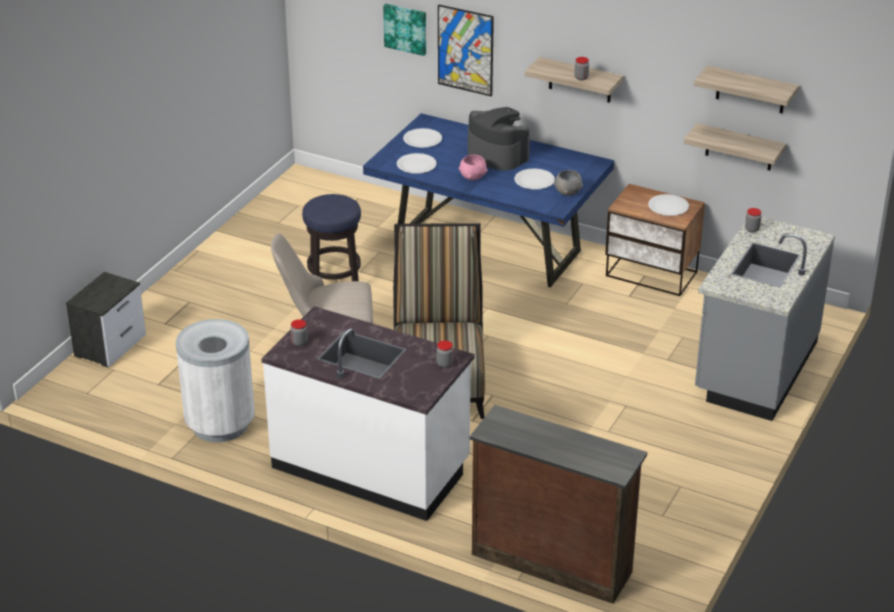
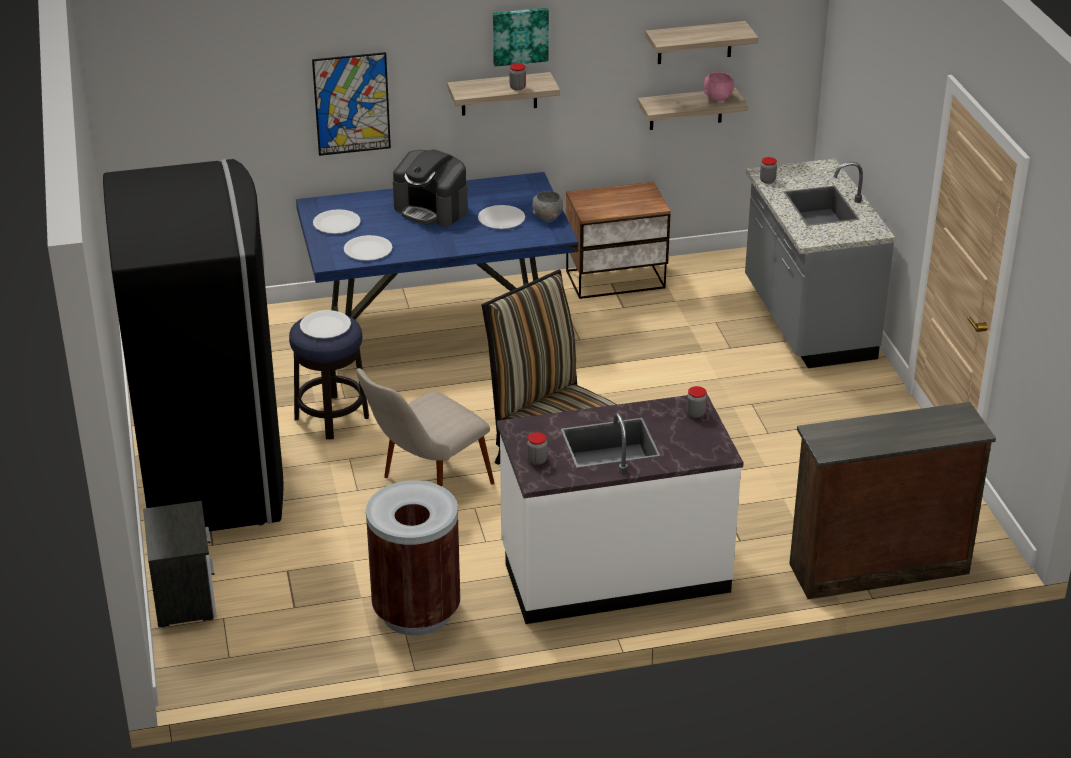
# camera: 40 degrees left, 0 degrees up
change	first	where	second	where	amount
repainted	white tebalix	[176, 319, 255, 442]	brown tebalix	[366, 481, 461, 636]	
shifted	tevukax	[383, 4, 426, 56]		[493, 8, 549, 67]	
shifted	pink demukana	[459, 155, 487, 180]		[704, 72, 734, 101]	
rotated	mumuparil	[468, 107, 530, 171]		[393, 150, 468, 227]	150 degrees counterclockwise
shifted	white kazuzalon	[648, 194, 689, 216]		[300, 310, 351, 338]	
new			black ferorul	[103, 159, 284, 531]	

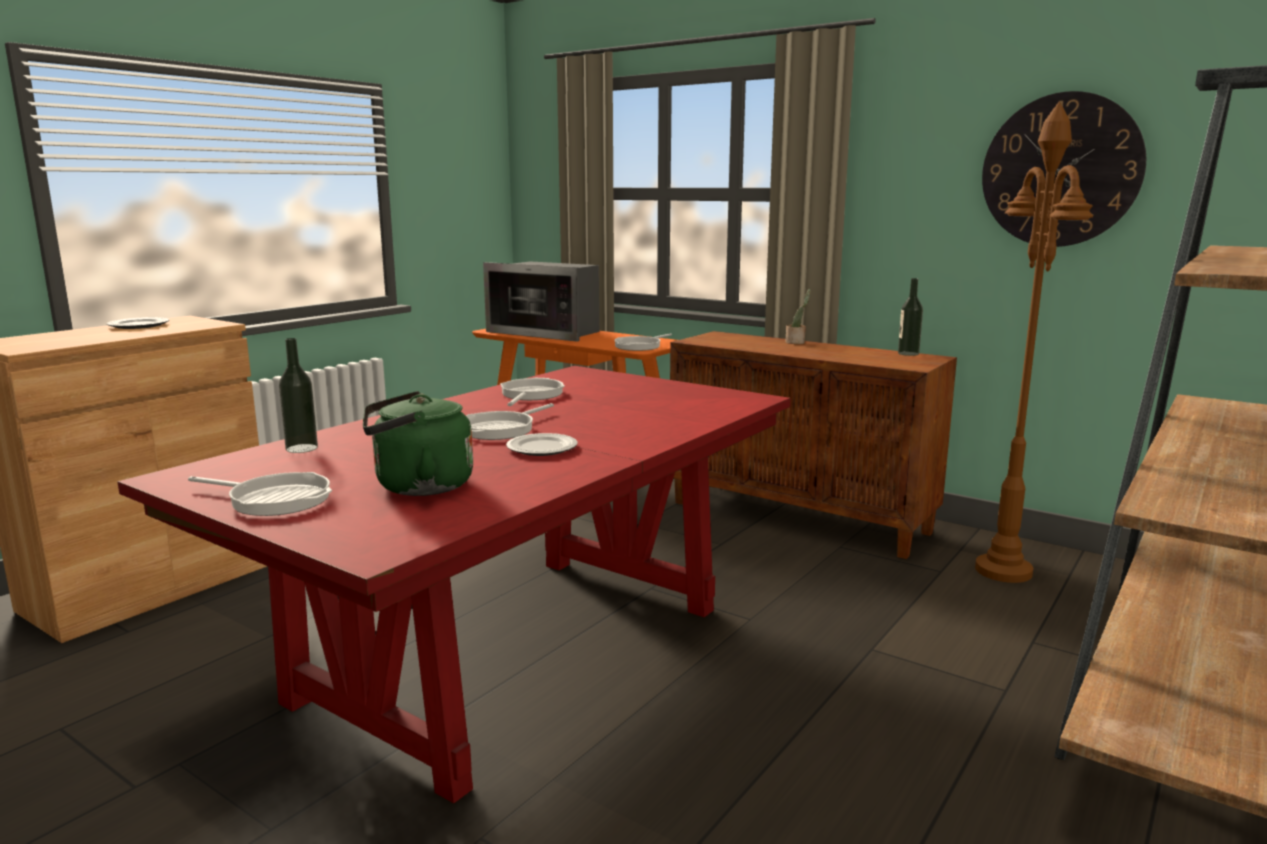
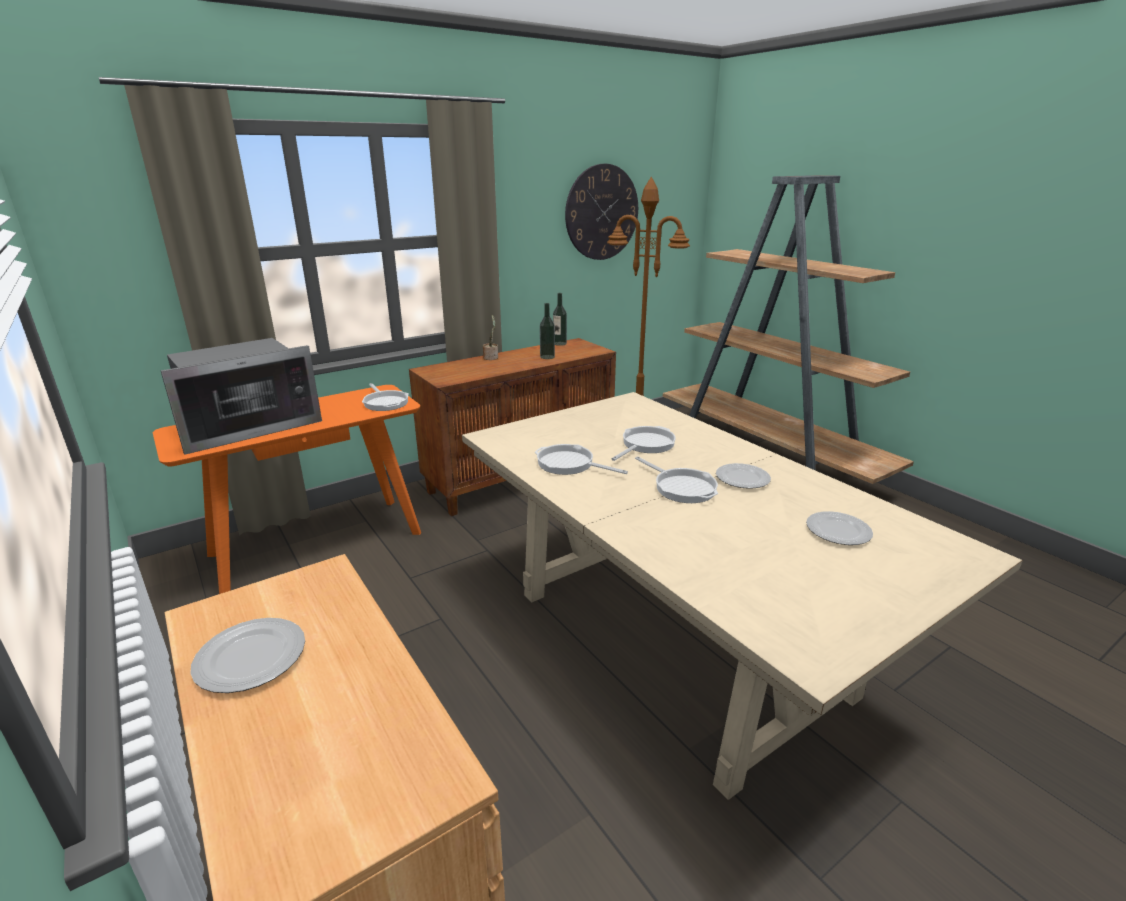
# camera: 70 degrees left, 10 degrees up
change	first	where	second	where	amount
repainted	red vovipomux	[117, 366, 790, 803]	beige vovipomux	[462, 392, 1023, 800]	
shifted	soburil	[188, 472, 332, 516]		[611, 426, 676, 461]	
shifted	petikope	[279, 338, 318, 453]		[540, 303, 555, 359]	
swapped	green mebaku	[363, 391, 473, 496]	kazuzalon	[806, 511, 873, 545]	

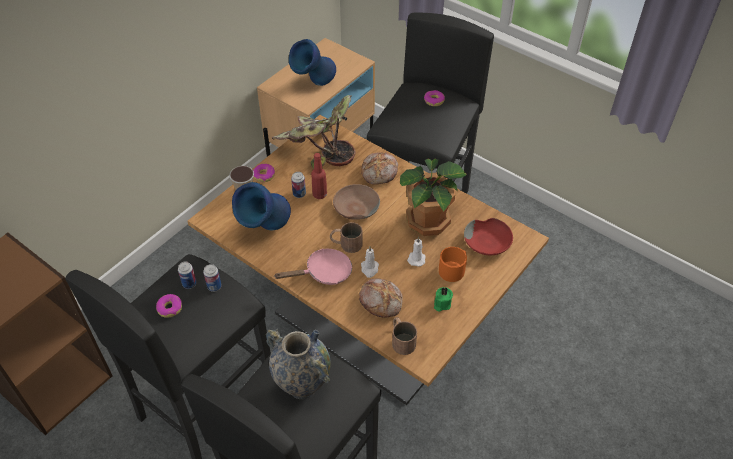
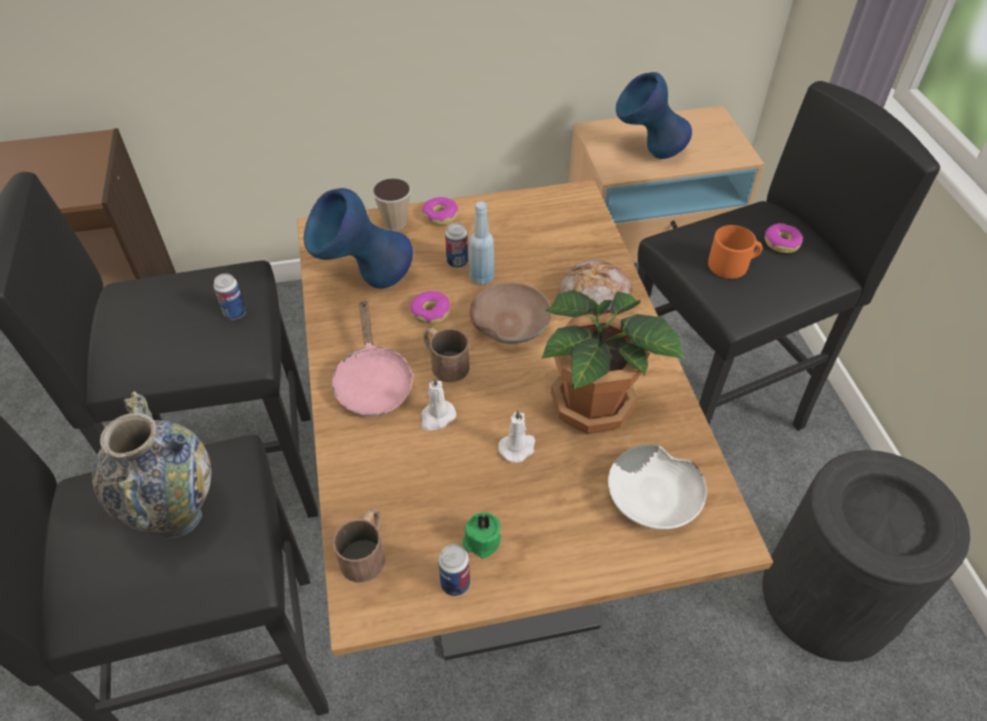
# camera: 40 degrees right, 0 degrees up
change	first	where	second	where	amount
shifted	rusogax	[156, 294, 182, 318]		[410, 291, 450, 324]	
shifted	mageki	[178, 262, 197, 289]		[438, 544, 470, 596]	
gone	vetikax	[272, 95, 356, 168]			
rotated	pink soburil	[275, 248, 352, 285]		[331, 300, 414, 416]	60 degrees clockwise
repainted	red petikope	[311, 153, 327, 199]	blue petikope	[469, 201, 494, 285]	
gone	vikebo	[359, 279, 403, 317]			
shifted	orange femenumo	[439, 247, 467, 282]		[708, 225, 763, 279]	
repainted	red demukana	[464, 218, 513, 255]	white demukana	[608, 444, 707, 530]	
new			black tebalix	[763, 450, 970, 662]	

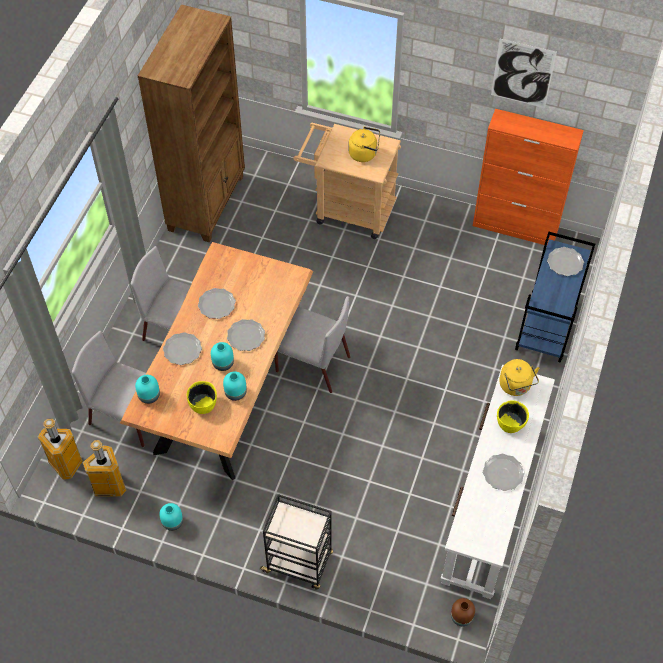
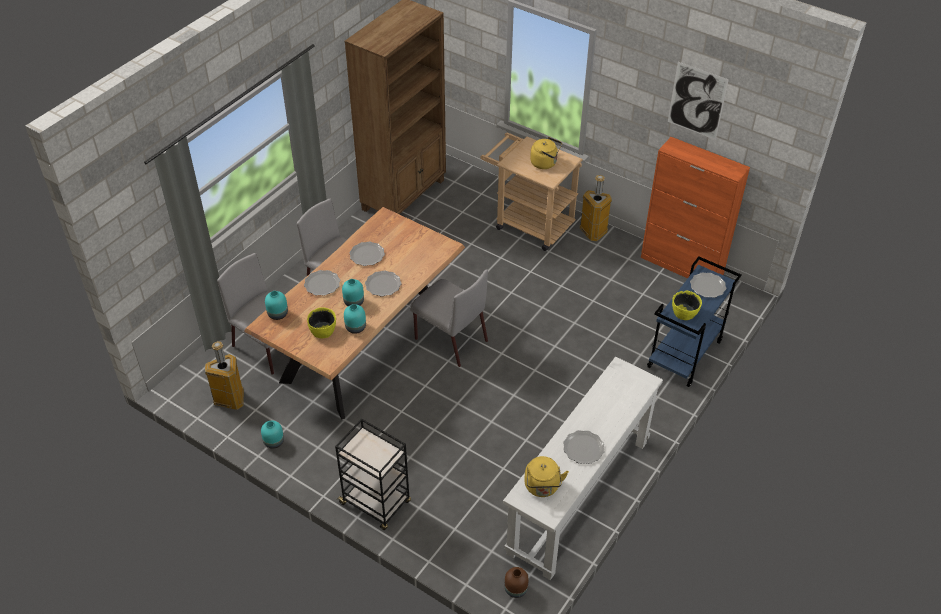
# camera: 15 degrees right, 10 degrees down
change	first	where	second	where	amount
shifted	tebalix	[38, 418, 83, 480]		[580, 175, 612, 241]	
shifted	yellow demukana	[497, 400, 529, 433]		[672, 291, 702, 320]	
shifted	yellow mebaku	[499, 359, 539, 396]		[524, 456, 569, 497]	

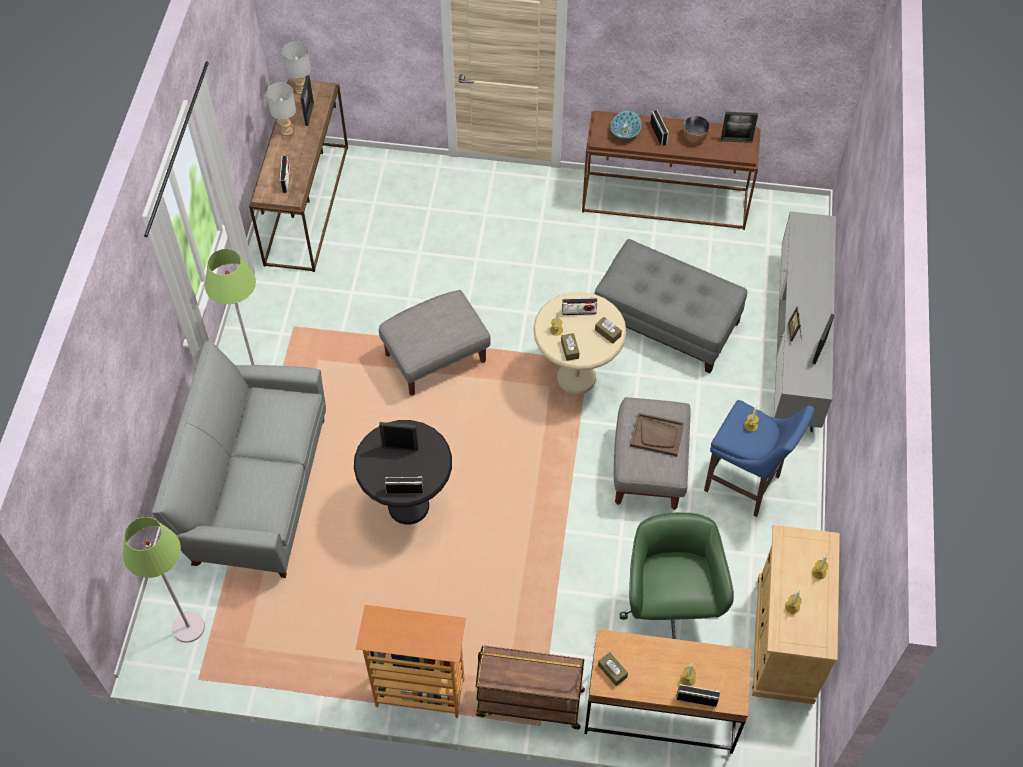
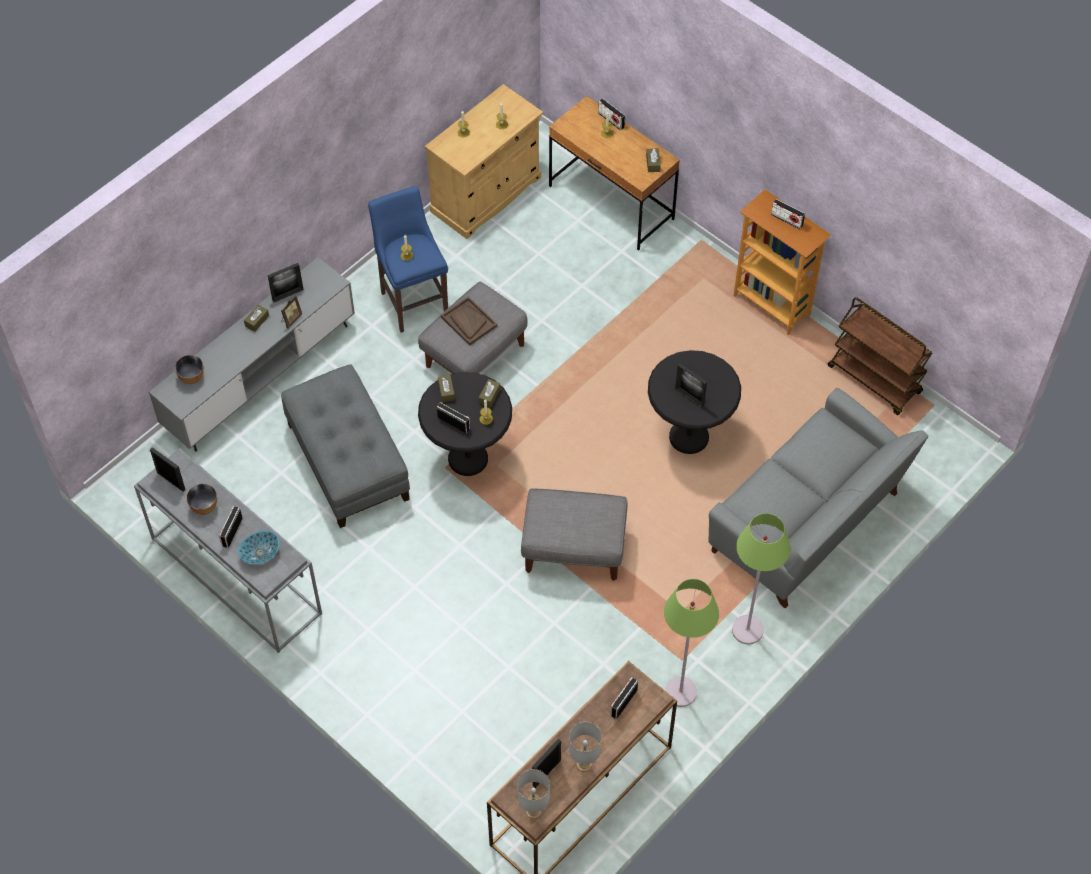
# camera: 145 degrees left, 0 degrees up
change	first	where	second	where	amount
shifted	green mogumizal	[123, 517, 205, 643]		[664, 579, 719, 707]	
shifted	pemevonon	[385, 476, 423, 494]		[771, 199, 805, 229]	
shifted	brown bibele	[476, 645, 585, 729]		[828, 297, 932, 415]	
repainted	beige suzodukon	[534, 292, 626, 394]	black suzodukon	[418, 372, 512, 476]	
repainted	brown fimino	[582, 111, 761, 230]	grey fimino	[134, 448, 322, 653]	
gone	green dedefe	[620, 512, 734, 639]			
new			demukana	[175, 355, 204, 384]	
new			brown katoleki	[244, 305, 269, 332]	

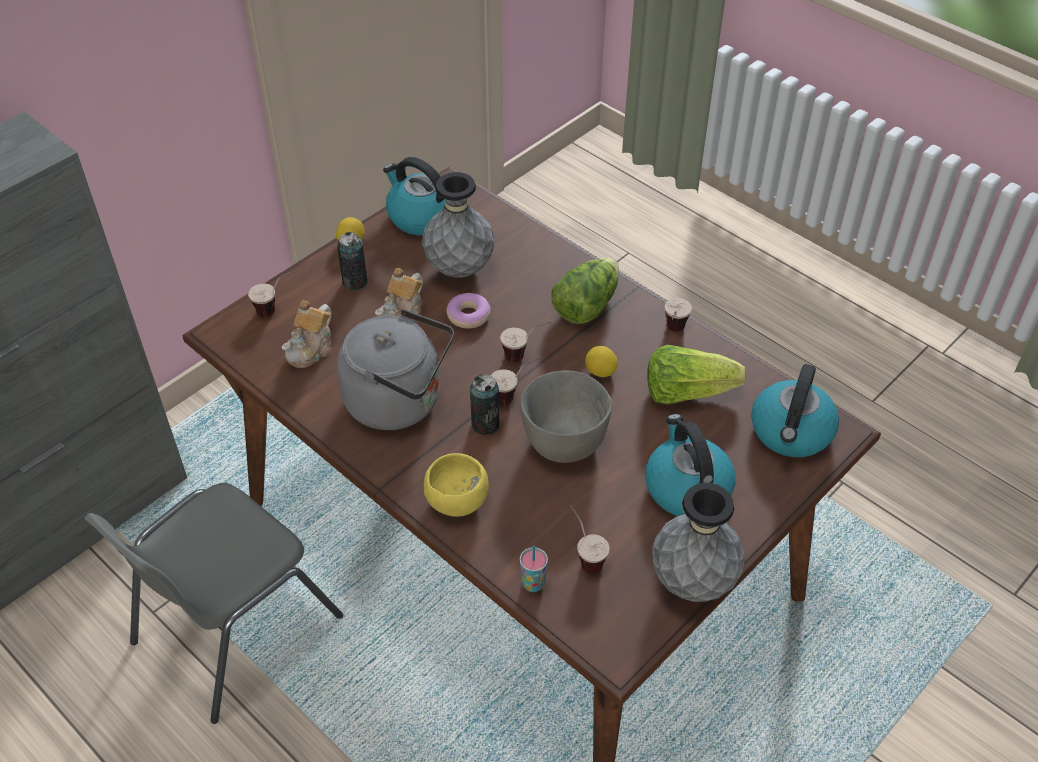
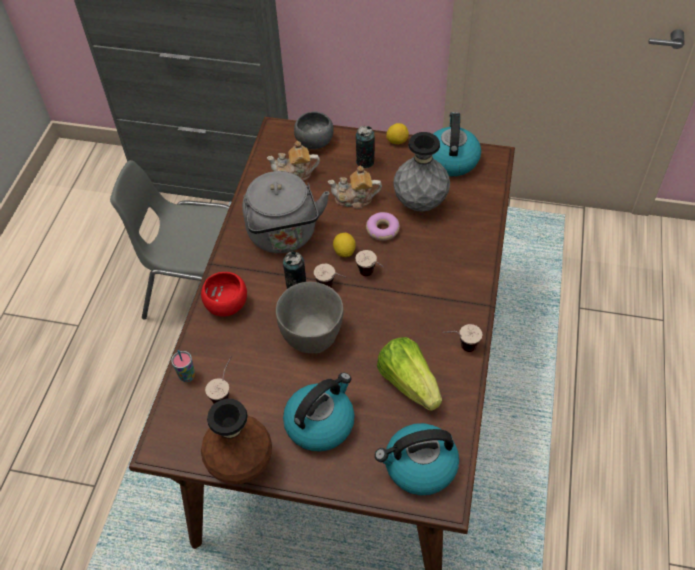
# camera: 60 degrees right, 5 degrees up
change	first	where	second	where	amount
swapped	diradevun	[248, 270, 294, 317]	grey demukana	[294, 111, 334, 149]	
repainted	yellow demukana	[424, 453, 489, 517]	red demukana	[201, 272, 247, 317]	
gone	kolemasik	[552, 257, 619, 324]			
shifted	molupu	[585, 346, 618, 377]		[333, 233, 356, 257]	
repainted	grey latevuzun	[652, 483, 745, 602]	brown latevuzun	[201, 399, 272, 484]	

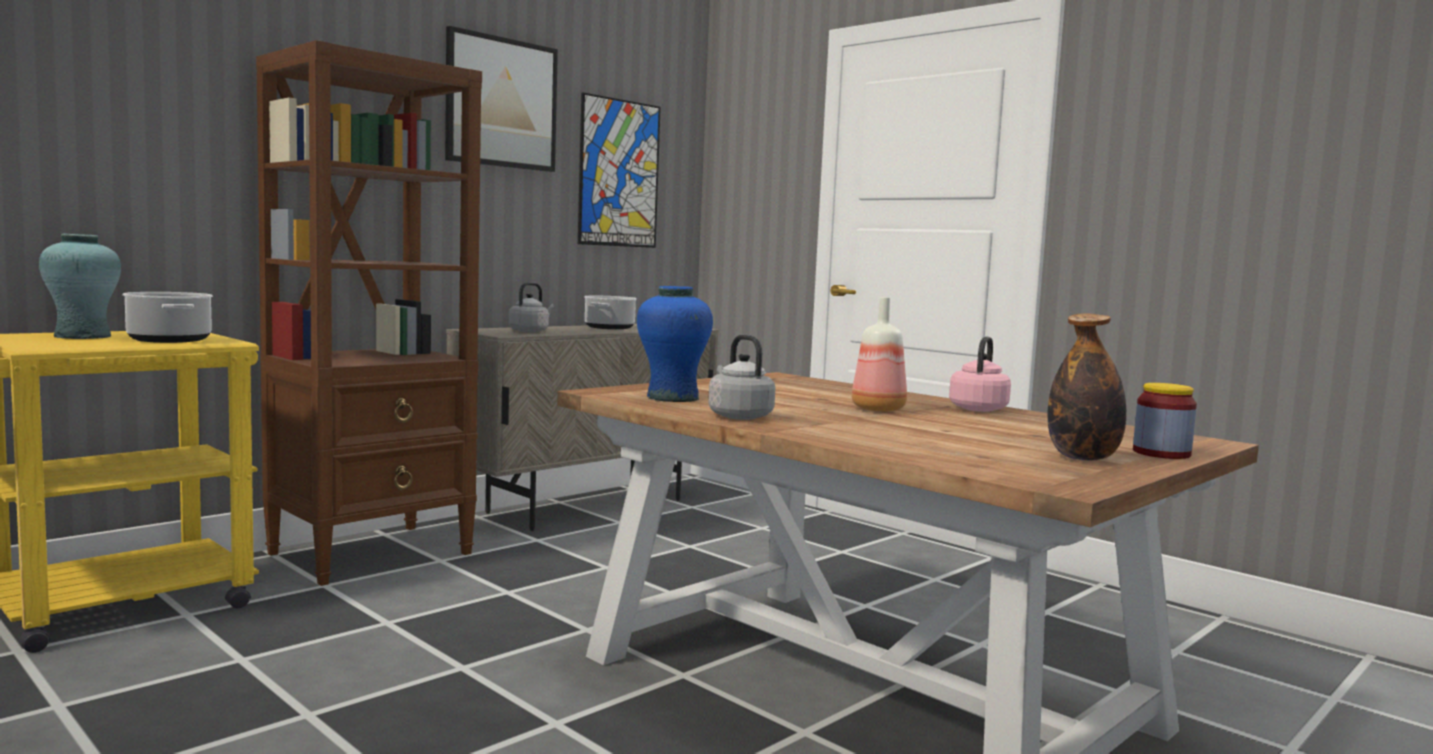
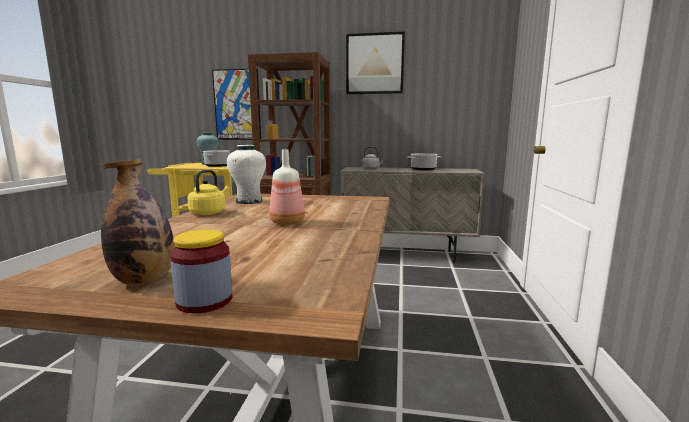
# camera: 55 degrees right, 5 degrees up
change	first	where	second	where	amount
shifted	tevukax	[578, 92, 661, 248]		[212, 68, 261, 140]	
repainted	blue latevuzun	[637, 286, 713, 402]	white latevuzun	[227, 145, 266, 204]	
repainted	grey mebaku	[708, 335, 775, 420]	yellow mebaku	[187, 170, 229, 215]	
gone	pink mebaku	[949, 337, 1011, 412]			

